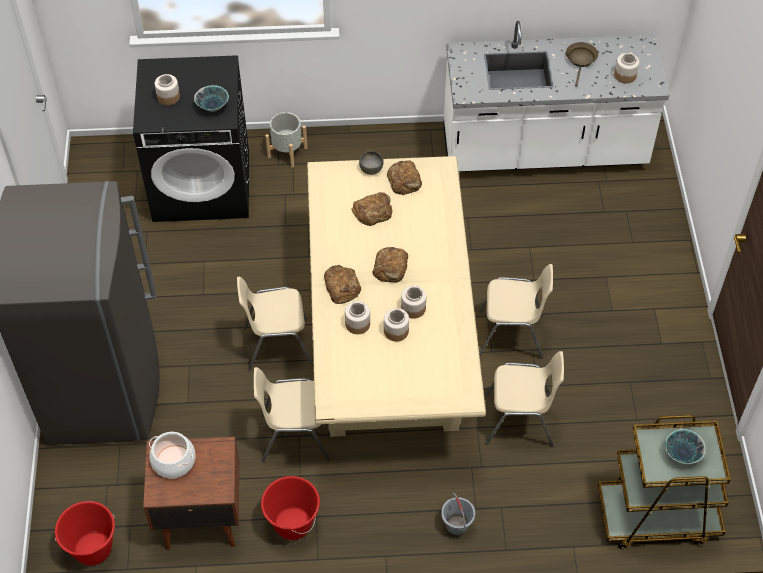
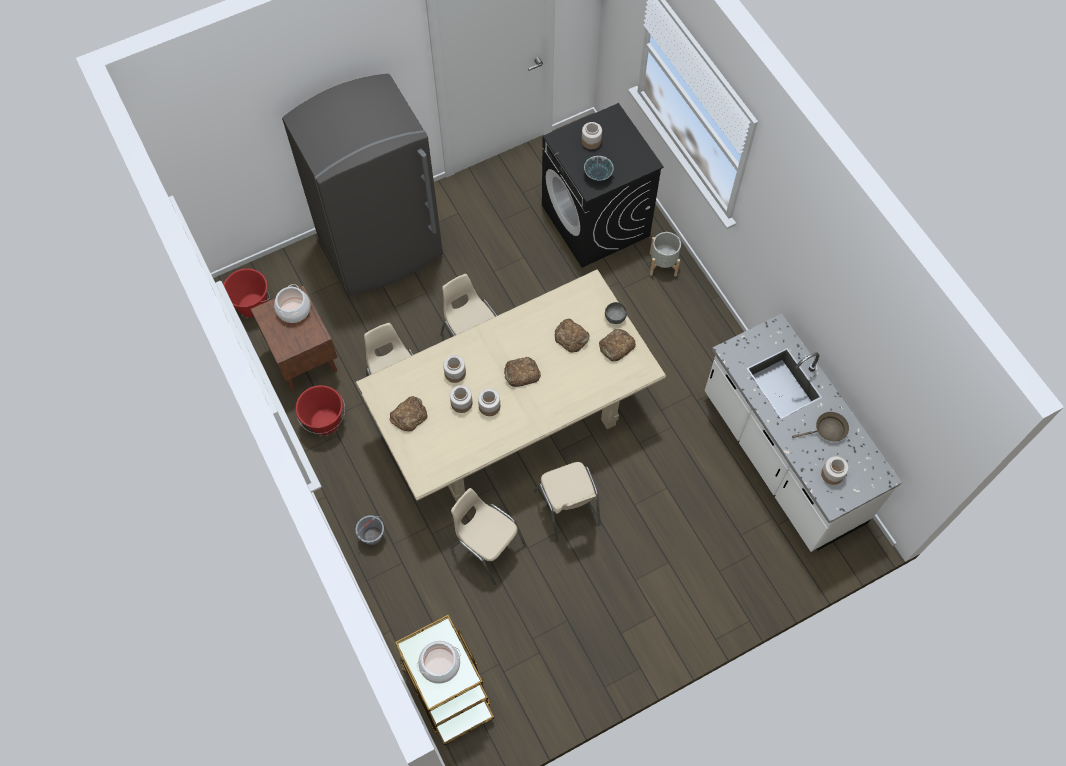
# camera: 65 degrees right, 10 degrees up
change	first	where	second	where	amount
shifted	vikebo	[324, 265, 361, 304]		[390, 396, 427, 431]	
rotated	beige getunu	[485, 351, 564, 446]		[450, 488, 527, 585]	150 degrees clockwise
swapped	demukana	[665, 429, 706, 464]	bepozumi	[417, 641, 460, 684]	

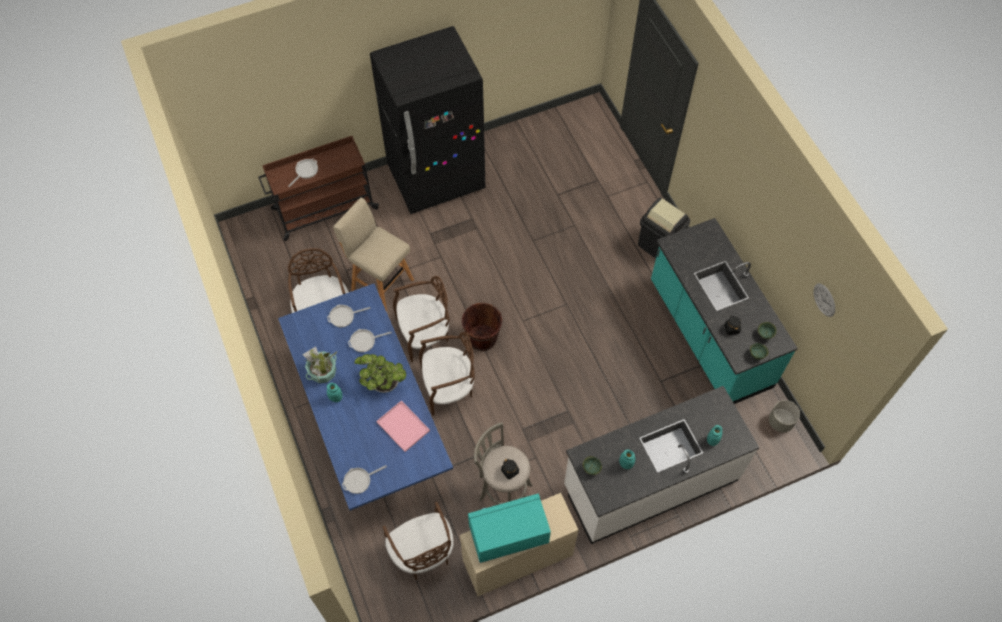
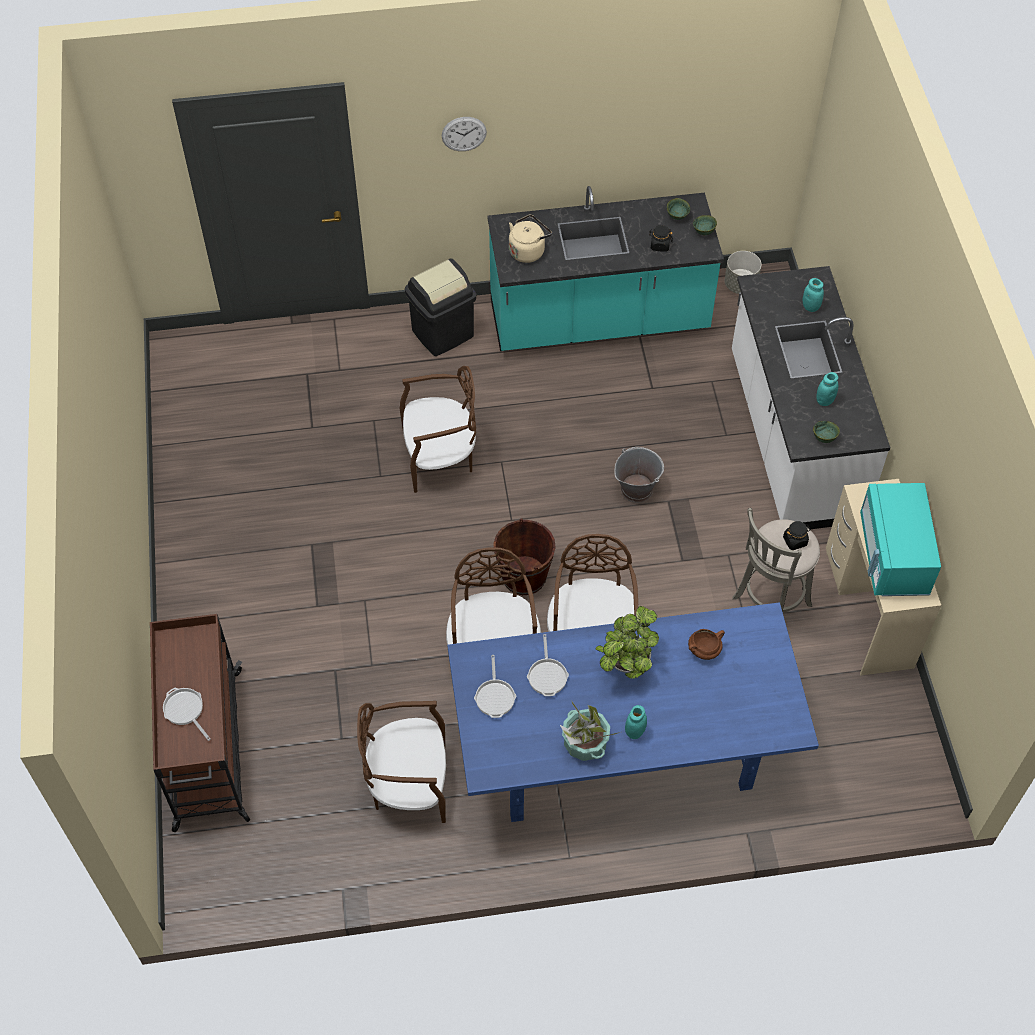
# camera: 75 degrees left, 5 degrees down
change	first	where	second	where	amount
gone	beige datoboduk	[333, 198, 414, 311]			
gone	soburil	[342, 465, 387, 494]			
gone	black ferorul	[370, 26, 485, 214]			
swapped	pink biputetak	[376, 401, 430, 452]	brown bepozumi	[688, 629, 725, 660]	
shifted	brown getunu	[383, 502, 454, 580]		[399, 366, 476, 493]	
shifted	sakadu	[814, 283, 835, 317]		[442, 117, 487, 151]	
new			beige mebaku	[509, 215, 552, 263]	
new			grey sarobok	[614, 447, 664, 503]	

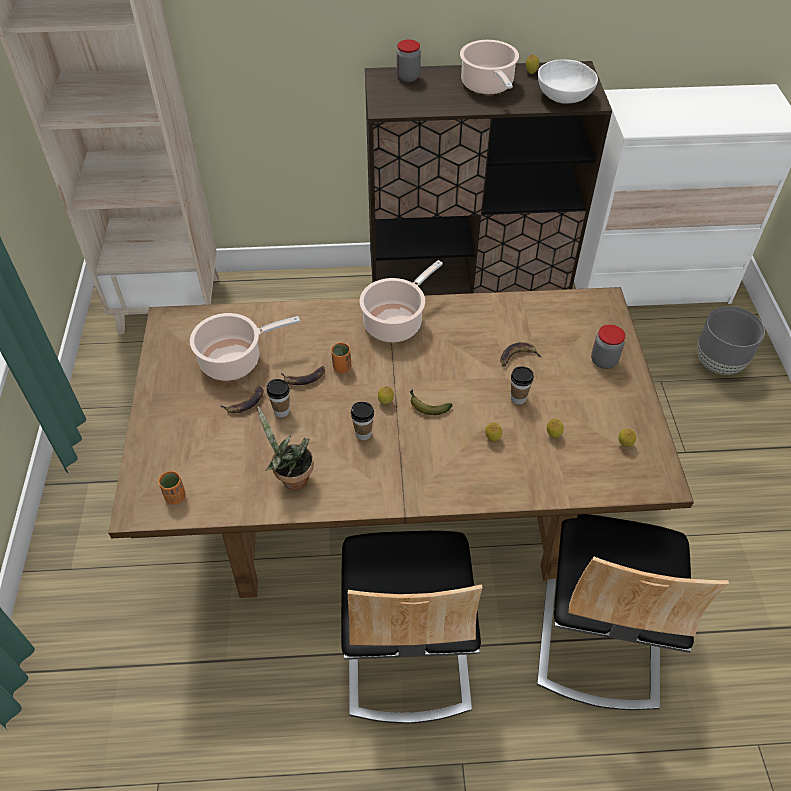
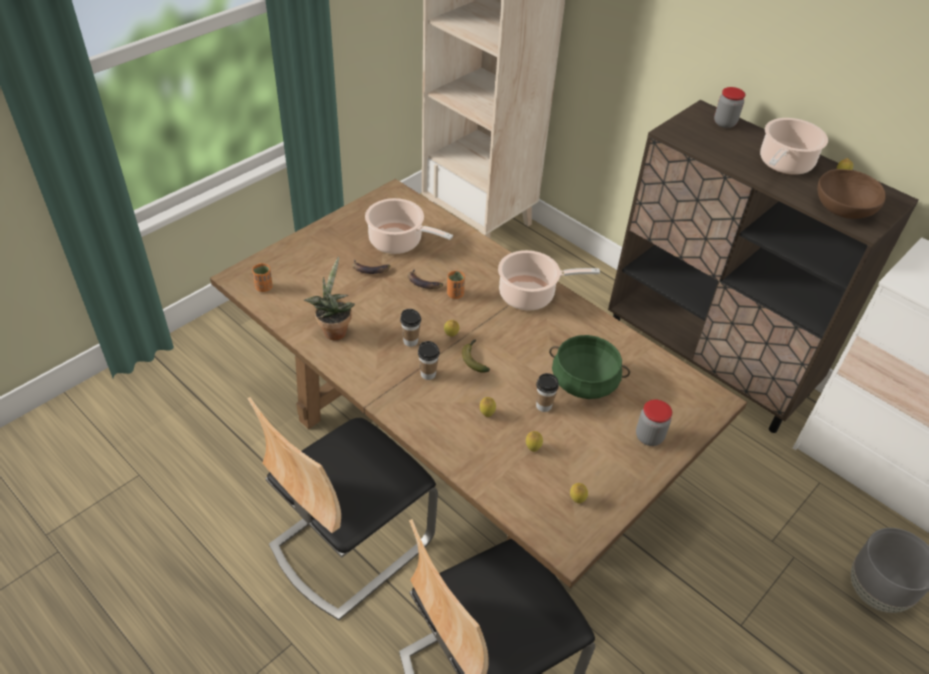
# camera: 45 degrees right, 5 degrees down
change	first	where	second	where	amount
shifted	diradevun	[267, 379, 290, 417]		[418, 341, 440, 380]	
swapped	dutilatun	[500, 342, 542, 367]	green bepozumi	[549, 335, 630, 399]	
repainted	white demukana	[538, 59, 598, 104]	brown demukana	[818, 169, 886, 219]	

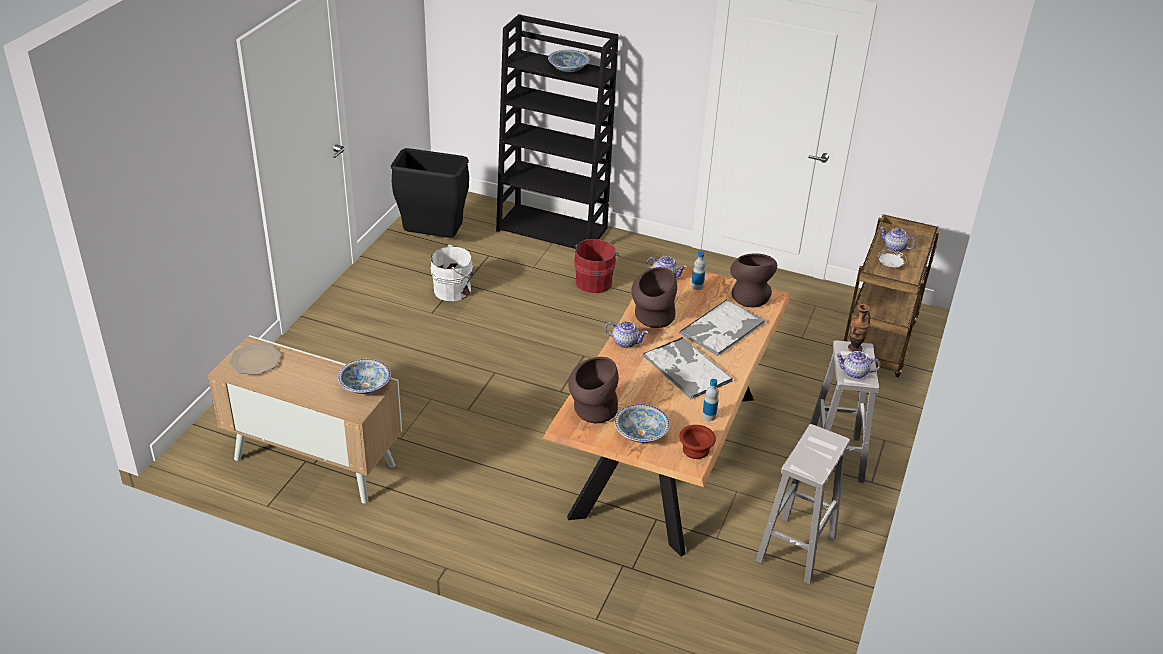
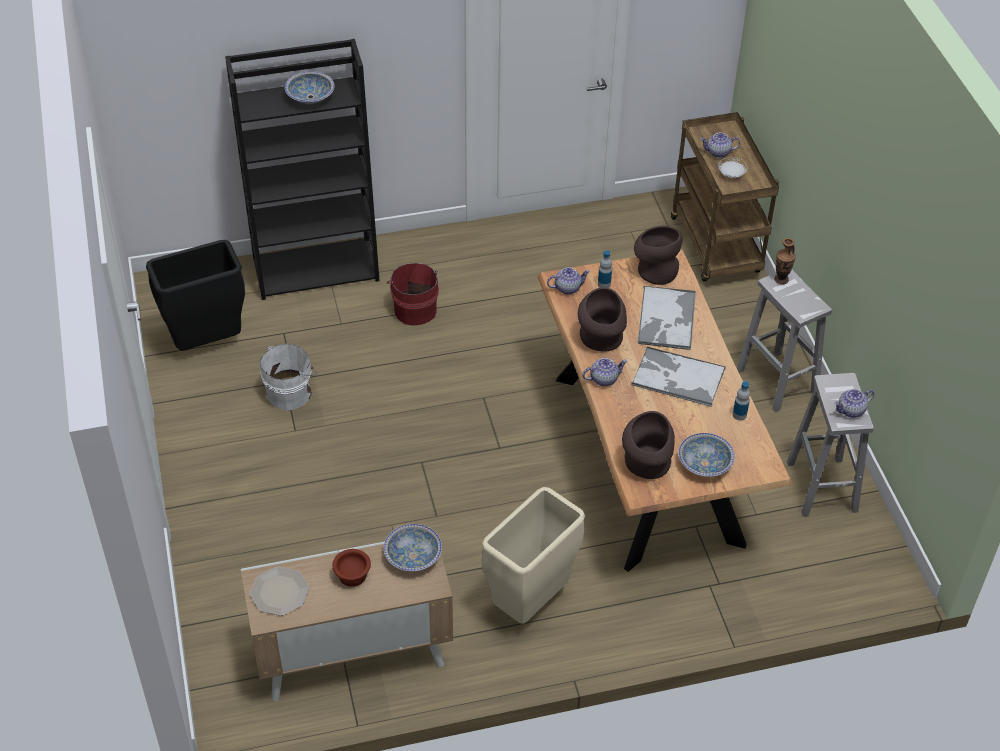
# camera: 35 degrees left, 10 degrees up
change	first	where	second	where	amount
shifted	brown demukana	[679, 425, 716, 459]		[332, 549, 371, 587]	
shifted	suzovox	[836, 351, 880, 379]		[834, 389, 874, 418]	
new			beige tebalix	[481, 487, 585, 624]	

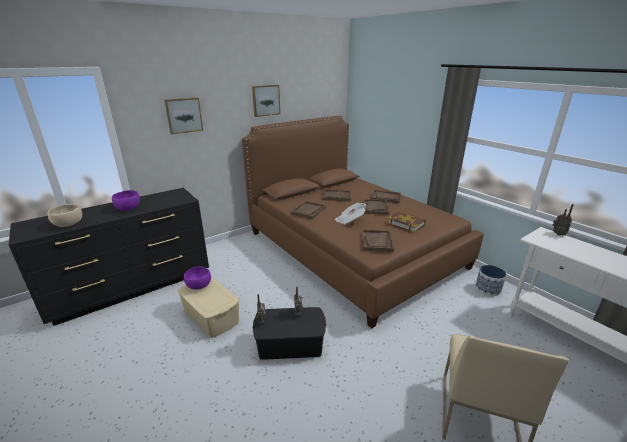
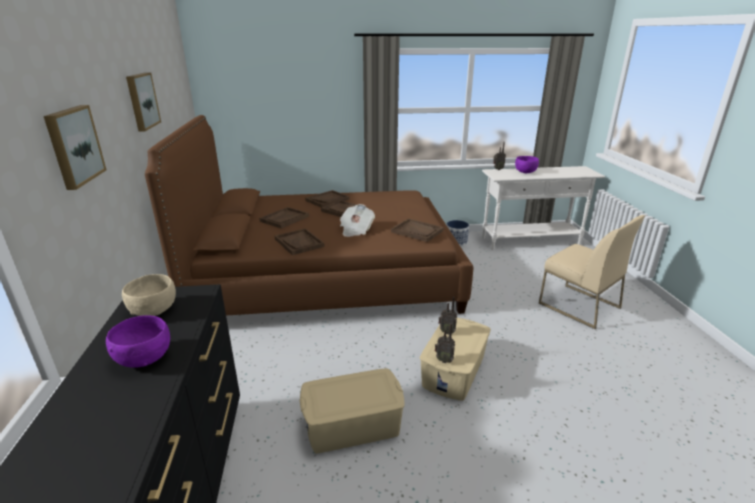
# camera: 60 degrees left, 0 degrees up
change	first	where	second	where	amount
shifted	beige demukana	[48, 204, 82, 227]		[122, 274, 176, 316]	
shifted	purple demukana	[184, 266, 211, 290]		[515, 156, 539, 173]	
repainted	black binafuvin	[253, 307, 326, 360]	beige binafuvin	[419, 318, 491, 401]	
gone	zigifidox	[387, 211, 426, 233]			

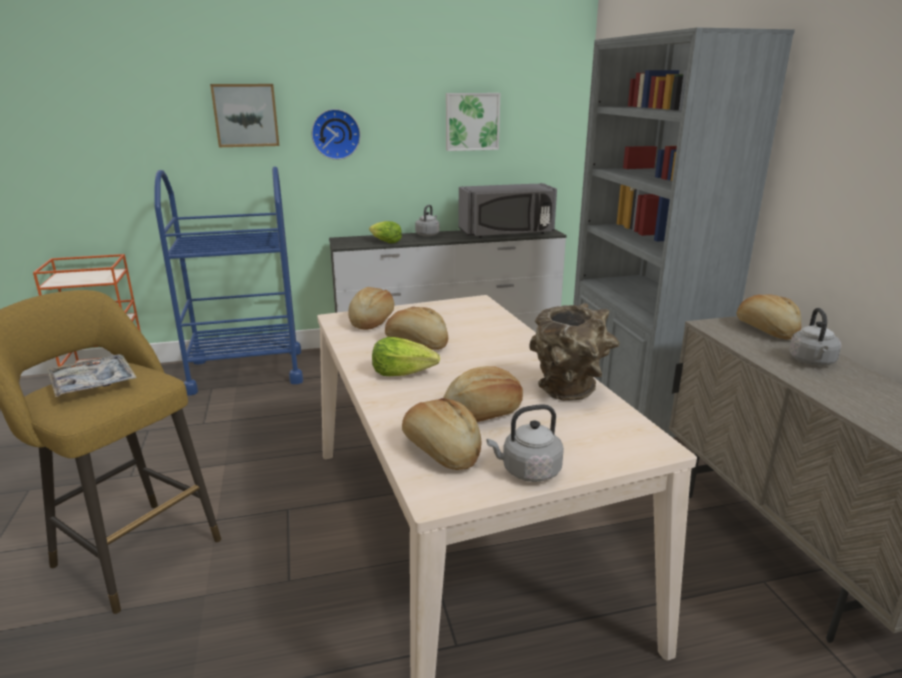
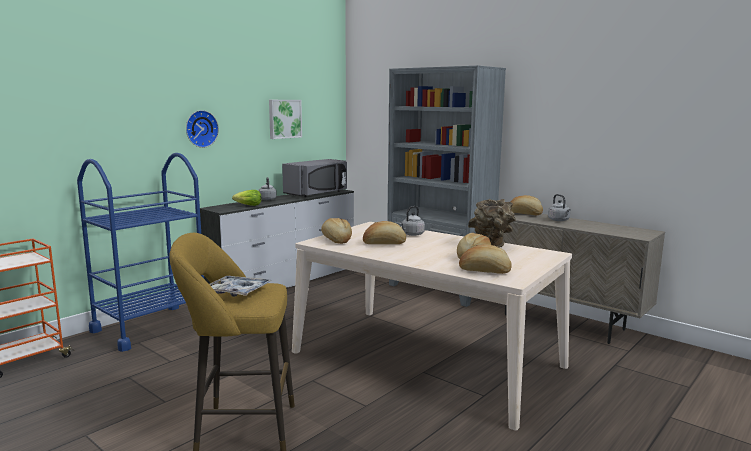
# camera: 35 degrees left, 10 degrees down
change	first	where	second	where	amount
gone	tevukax	[210, 84, 279, 147]			
gone	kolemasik	[372, 337, 440, 376]			
shifted	grey mebaku	[486, 404, 564, 482]		[399, 206, 425, 236]	

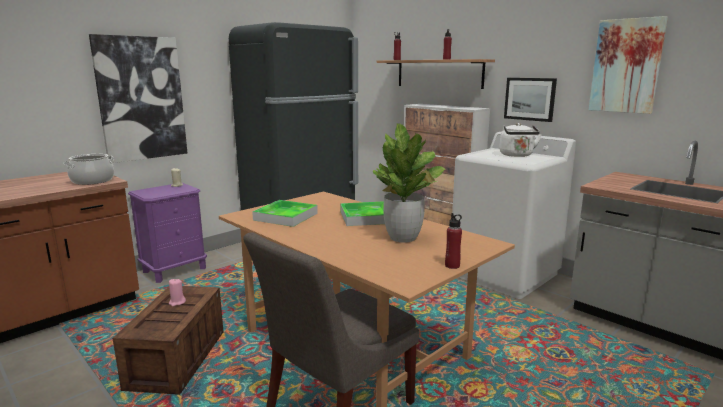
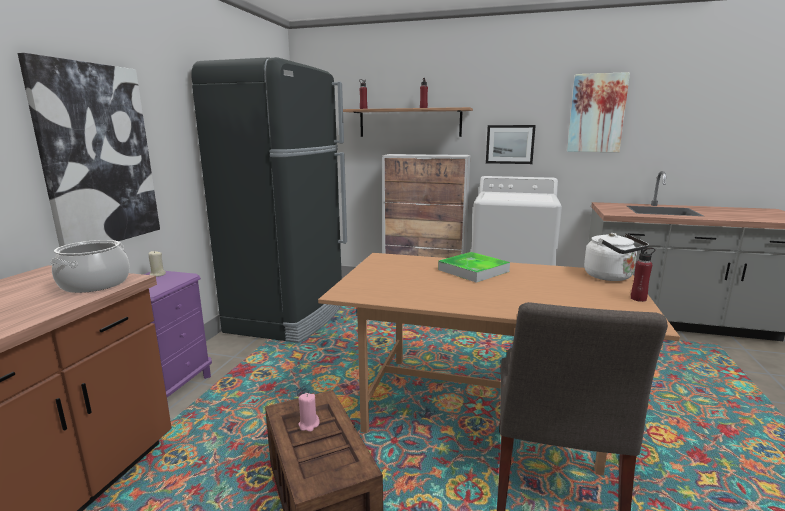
# camera: 30 degrees left, 0 degrees up
change	first	where	second	where	amount
gone	biputetak	[252, 200, 318, 227]			
gone	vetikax	[373, 123, 446, 243]			
shifted	white mebaku	[499, 123, 541, 157]		[584, 233, 649, 281]	

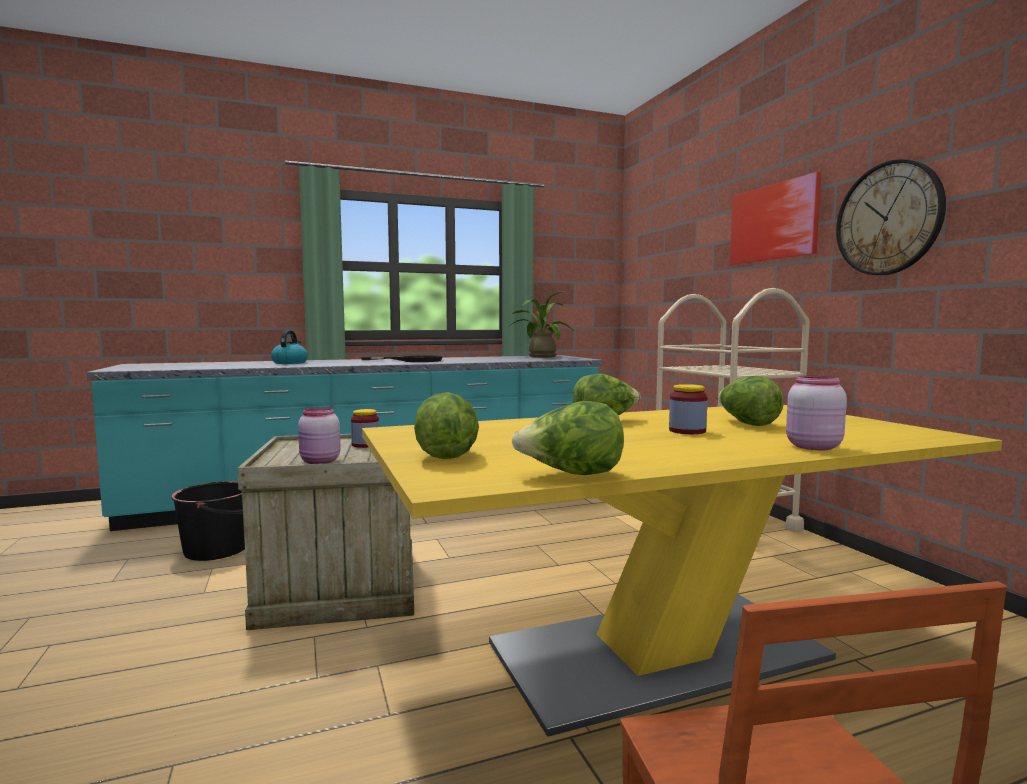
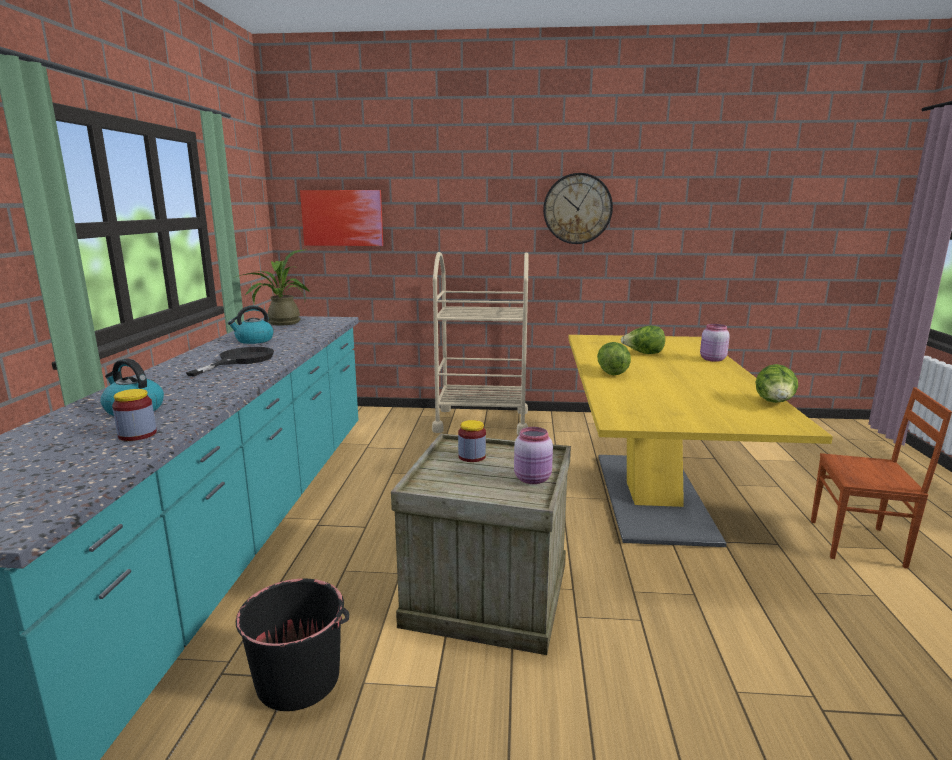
# camera: 65 degrees left, 10 degrees up
change	first	where	second	where	amount
gone	kolemasik	[414, 392, 479, 459]			
shifted	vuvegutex	[669, 384, 707, 434]		[112, 389, 157, 441]	
shifted	tevukax	[730, 172, 821, 265]		[300, 190, 383, 246]	
new			mebaku	[228, 306, 274, 344]	

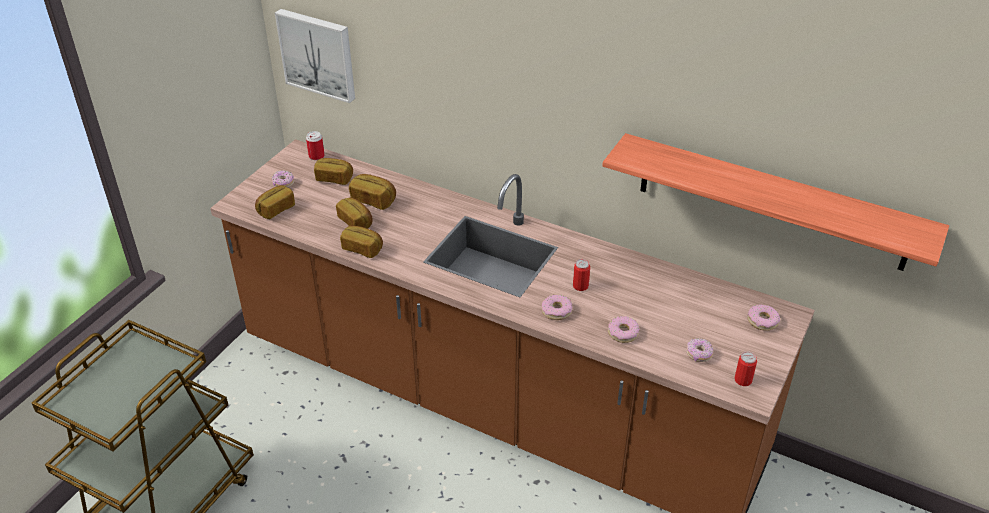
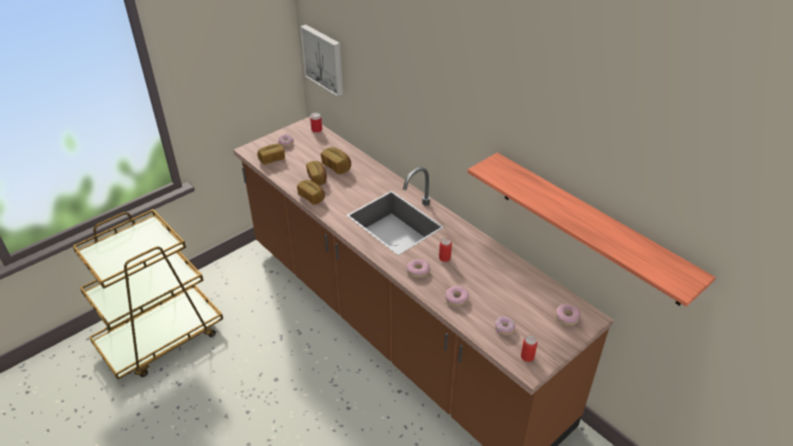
# camera: 20 degrees right, 0 degrees up
change	first	where	second	where	amount
gone	vikebo	[314, 158, 353, 185]			

